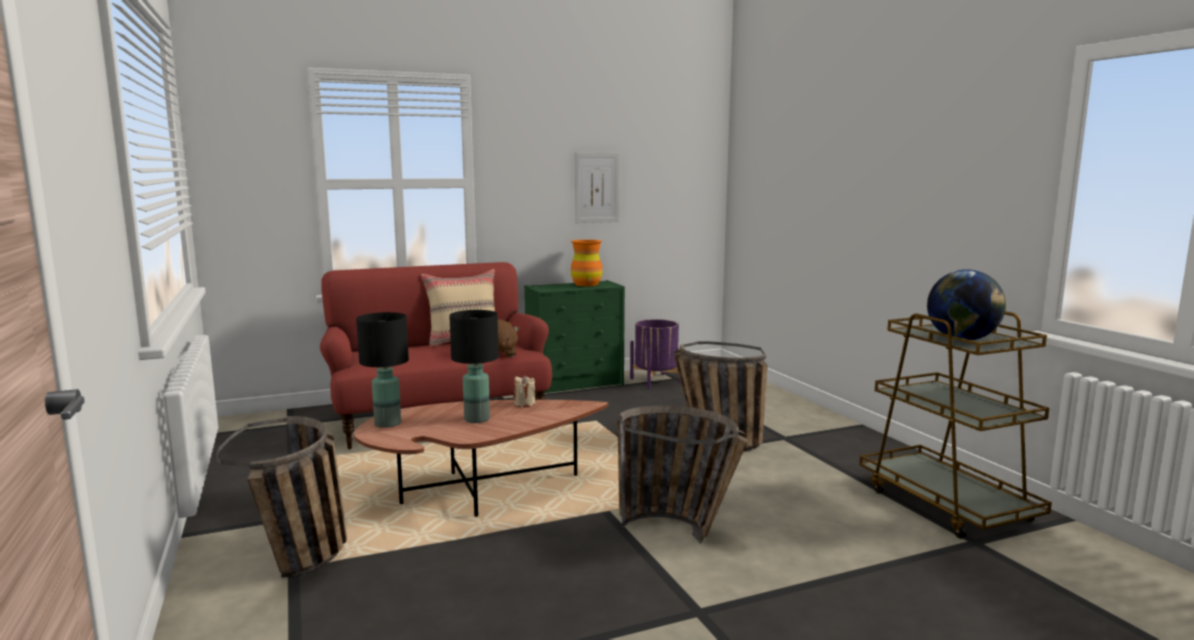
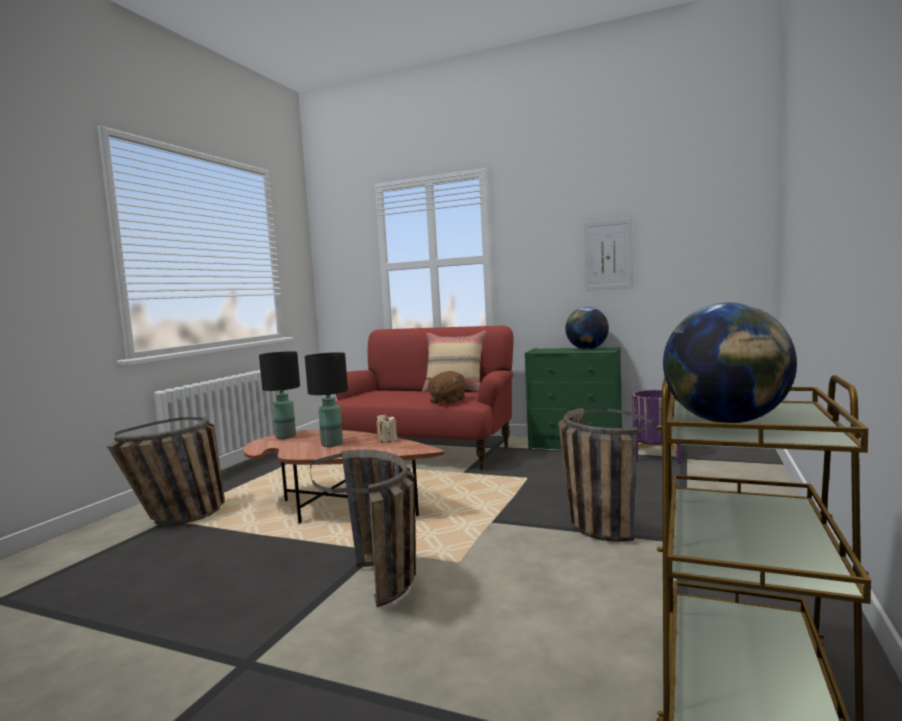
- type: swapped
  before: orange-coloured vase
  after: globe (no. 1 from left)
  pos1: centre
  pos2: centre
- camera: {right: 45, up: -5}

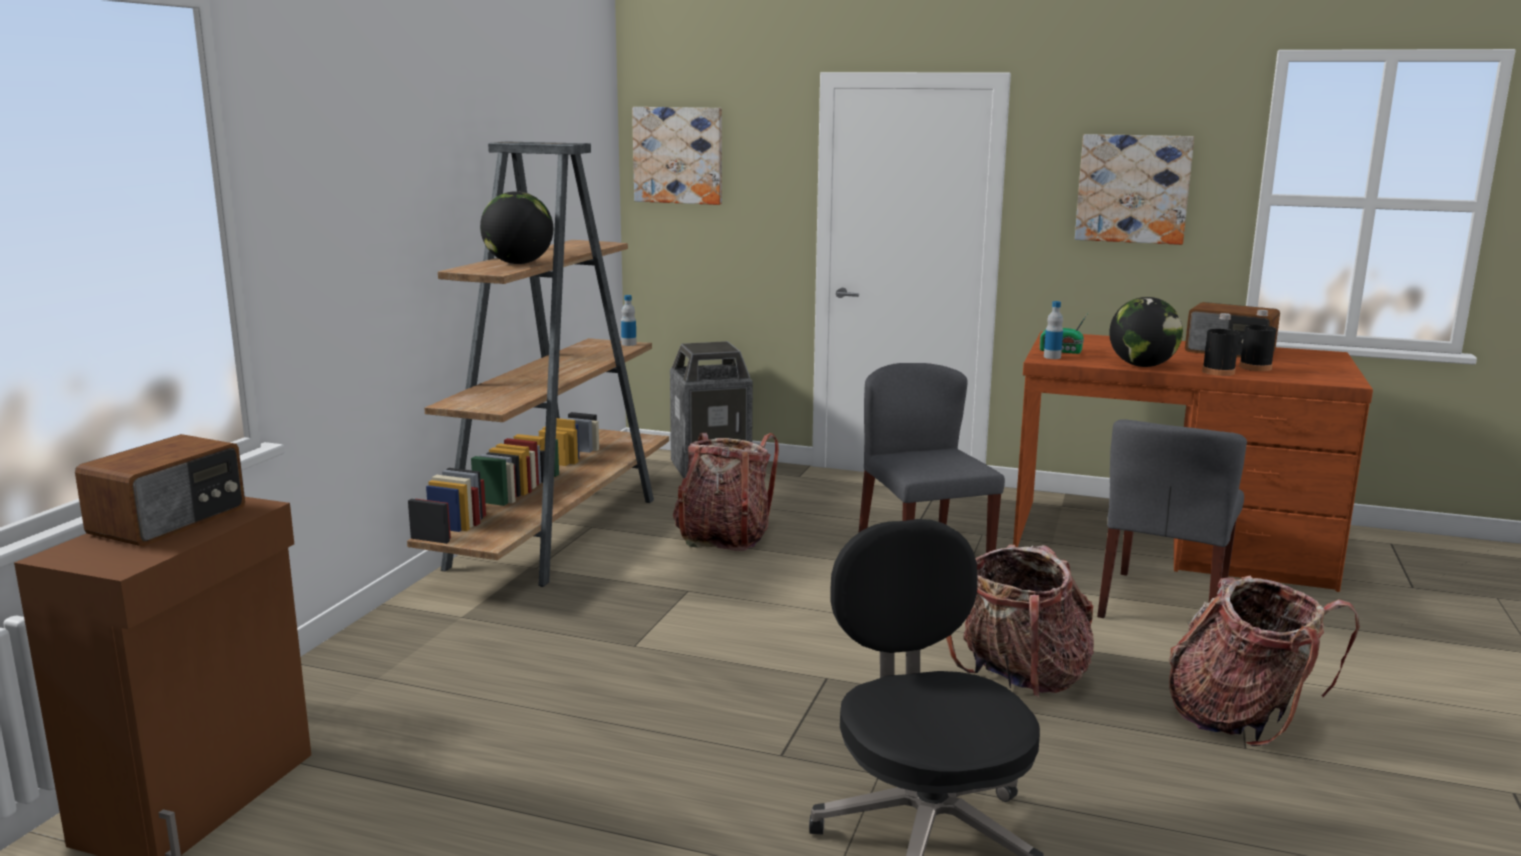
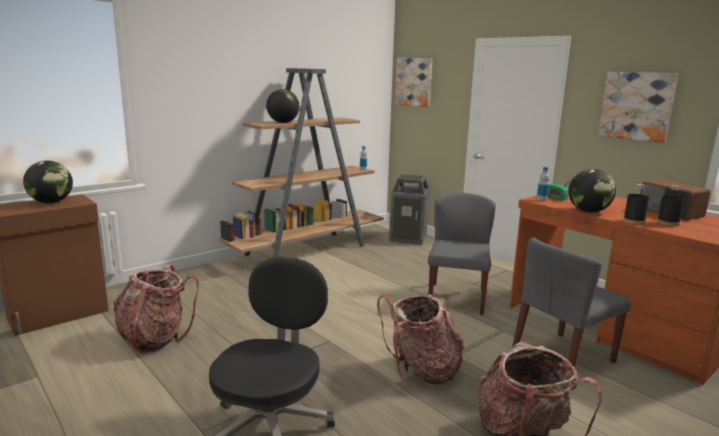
- type: swapped
  before: radio set (no. 1 from left)
  after: globe (no. 1 from left)
  pos1: middle left
  pos2: middle left
- type: shifted
  before: knapsack (no. 1 from left)
  pos1: centre
  pos2: bottom left
- camera: {right: 30, up: 0}

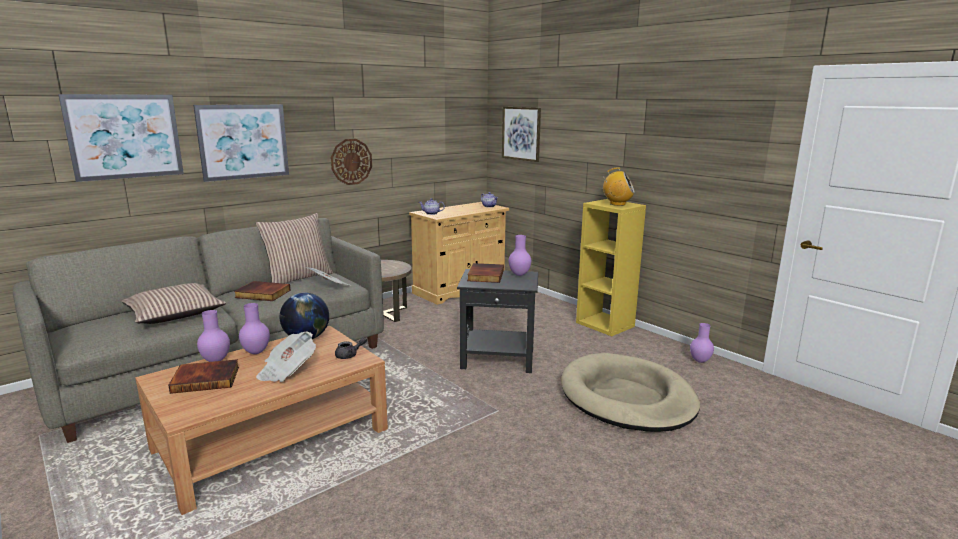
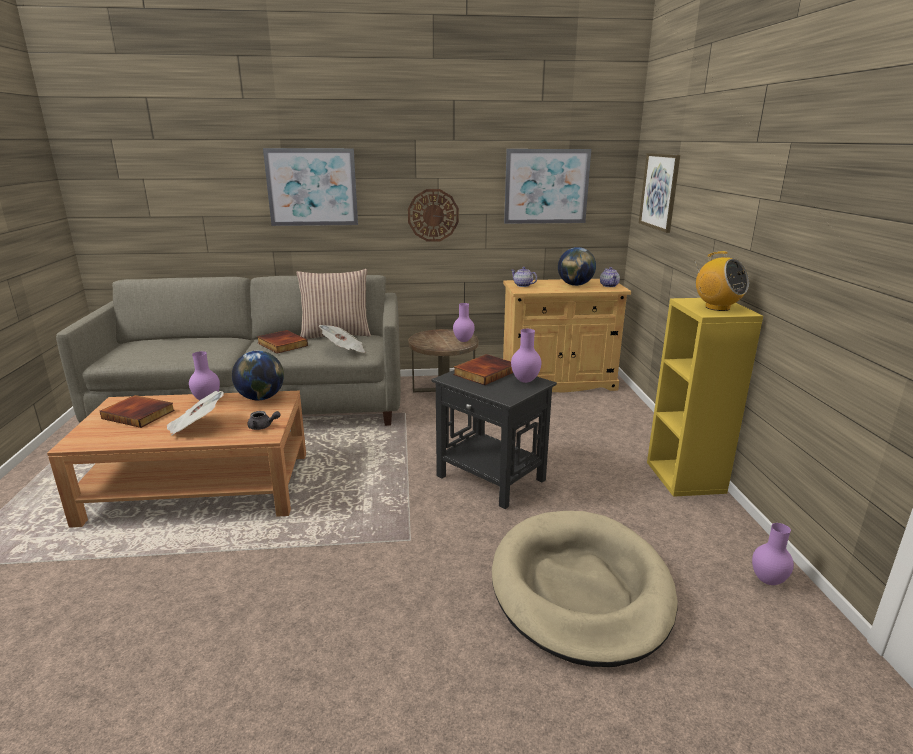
- type: shifted
  before: purplish vase (no. 1 from left in the first image)
  after: purplish vase (no. 2 from left)
  pos1: middle left
  pos2: centre
- type: shifted
  before: wall picture (no. 1 from left in the first image)
  after: wall picture (no. 2 from left)
  pos1: top left
  pos2: top centre
- type: new
  after: globe (no. 2 from left)
  pos2: centre
- type: gone
  before: throw pillow (no. 1 from left)
  pos1: middle left
- camera: {right: 35, up: 5}

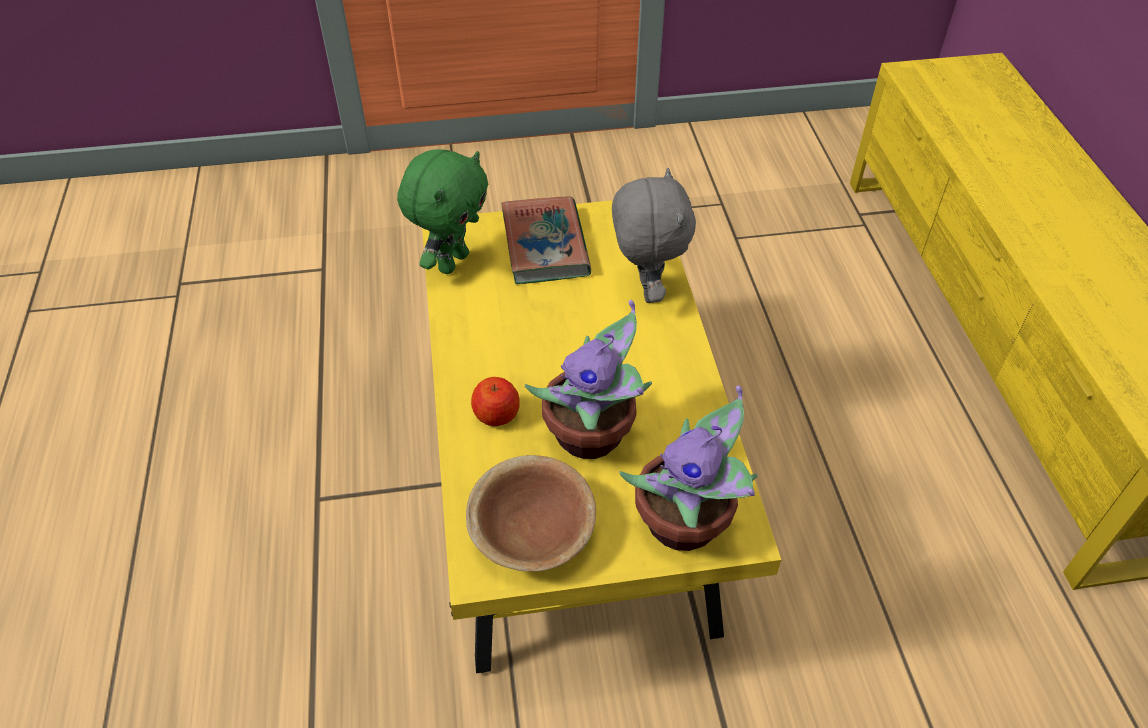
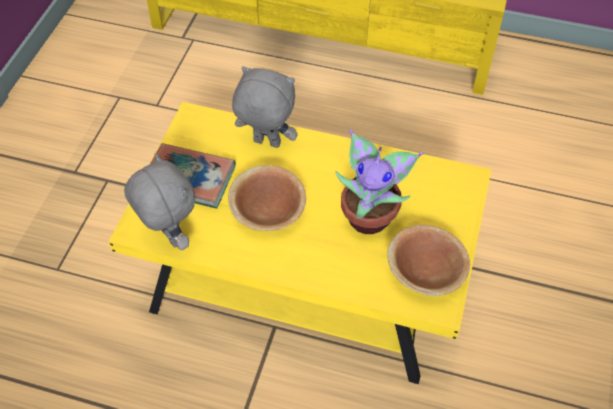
- type: repainted
  before: green-coloured cuddly toy
  after: greyish cuddly toy (no. 1 from left)
  pos1: top centre
  pos2: middle left
- type: new
  after: brownish deep dish (no. 1 from left)
  pos2: centre
- type: gone
  before: whole apple
  pos1: centre
- type: gone
  before: houseplant (no. 2 from left)
  pos1: centre
- camera: {right: -65, up: 5}

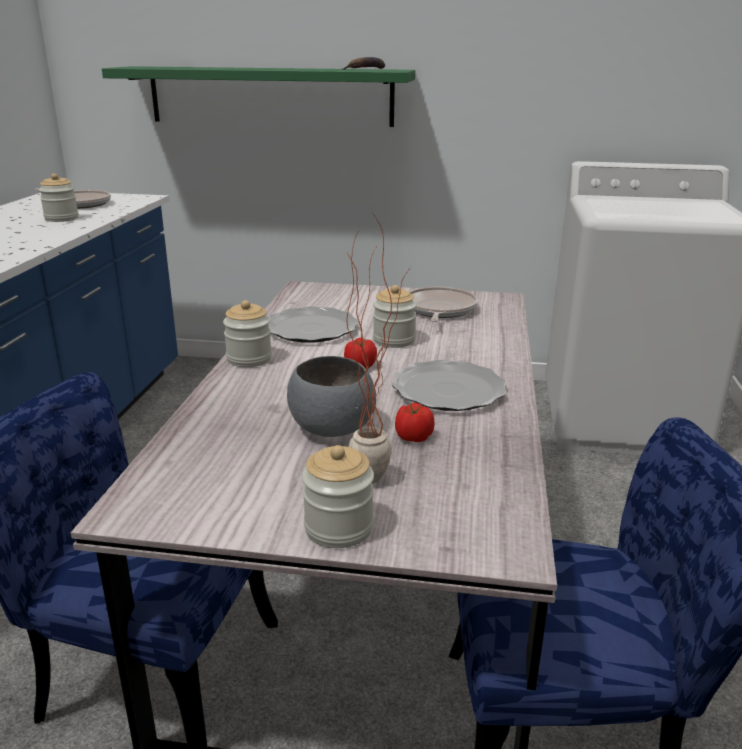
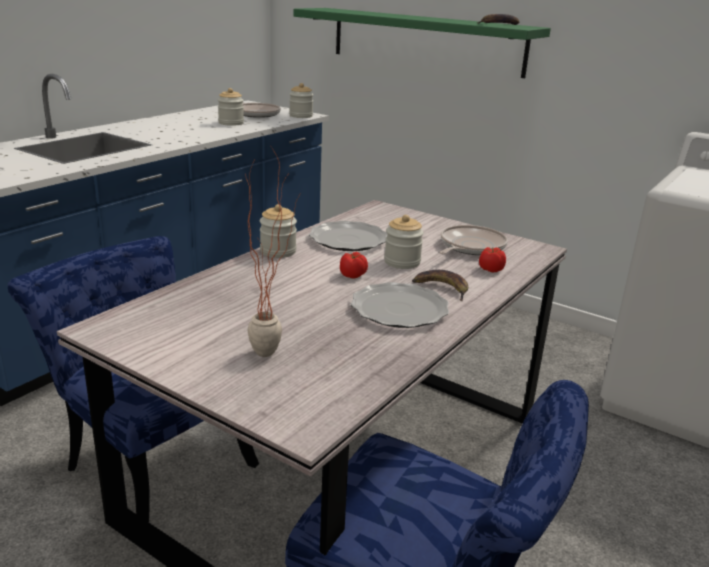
- type: shifted
  before: storage jar (no. 3 from left)
  pos1: centre
  pos2: top centre
- type: new
  after: banana fruit (no. 1 from left)
  pos2: centre
- type: shifted
  before: fresh tomato (no. 2 from left)
  pos1: centre
  pos2: middle right
- type: gone
  before: greyish deep dish
  pos1: centre
- camera: {right: 25, up: 0}

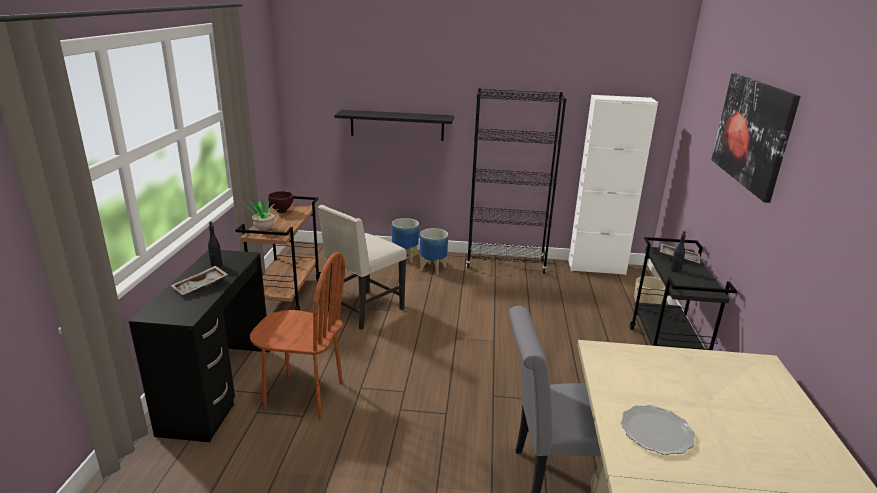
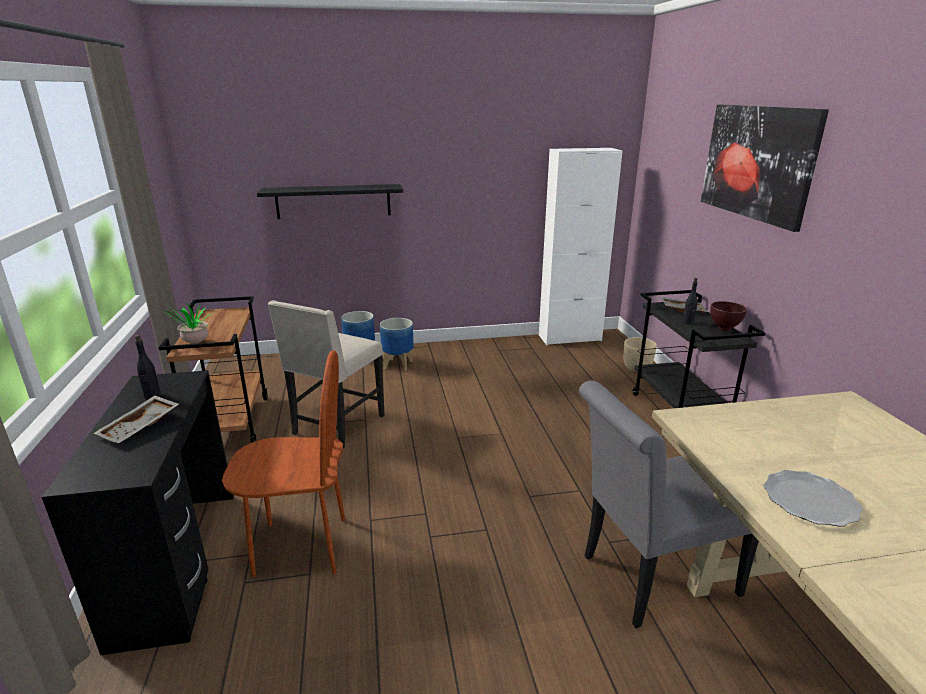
- type: shifted
  before: brownish deep dish
  pos1: middle left
  pos2: middle right
- type: gone
  before: black-coloured bookcase
  pos1: centre
- camera: {right: -15, up: 0}

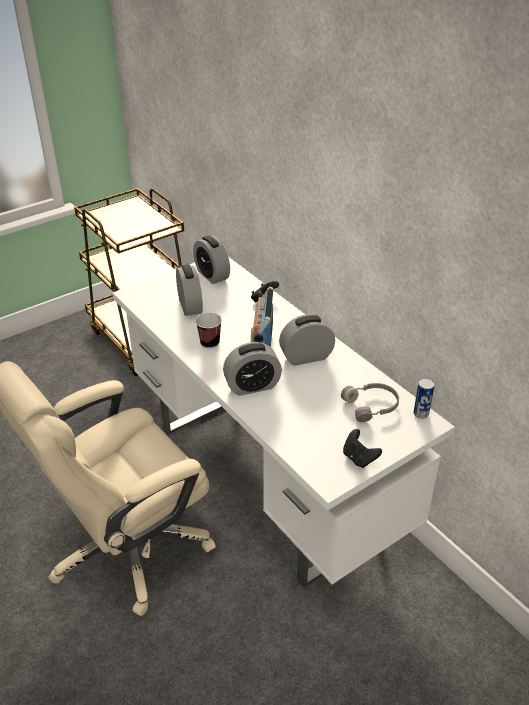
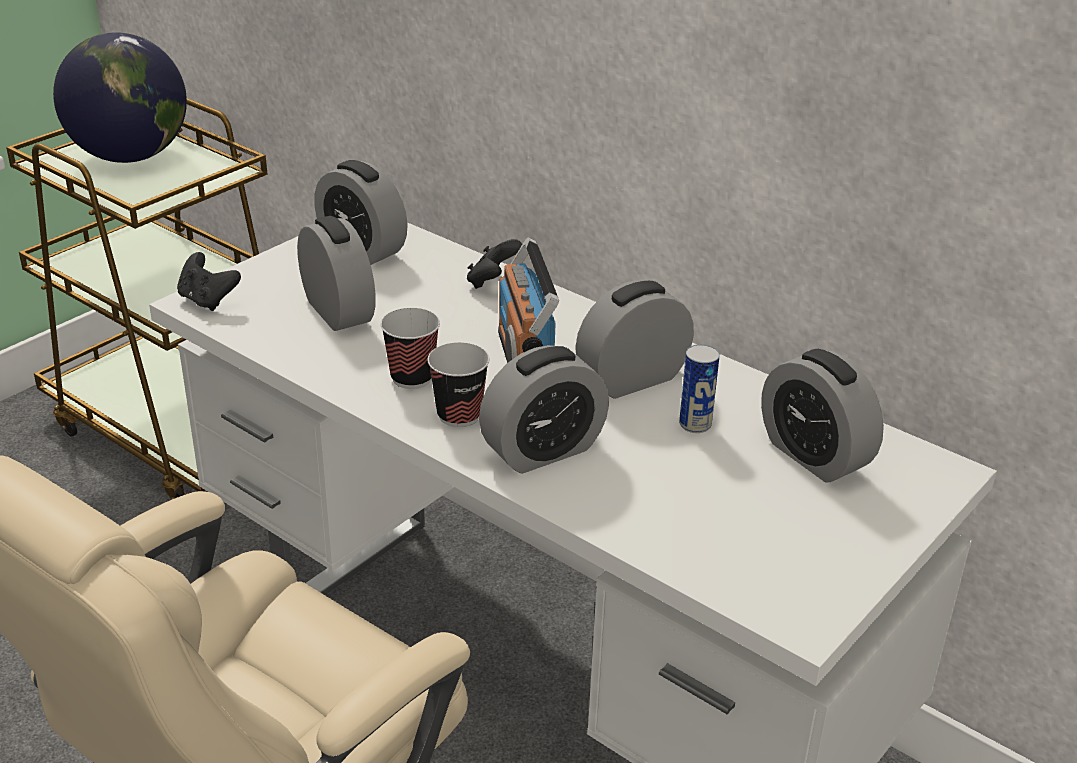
- type: new
  after: globe
  pos2: top left
- type: shifted
  before: black-coloured joypad (no. 2 from left in the first image)
  after: black-coloured joypad (no. 1 from left)
  pos1: middle right
  pos2: middle left
- type: new
  after: drinking cup (no. 2 from left)
  pos2: centre
- type: shifted
  before: can
  pos1: middle right
  pos2: centre
- type: swapped
  before: greyish headset
  after: bedside clock (no. 5 from left)
  pos1: middle right
  pos2: middle right
- camera: {right: -15, up: -5}

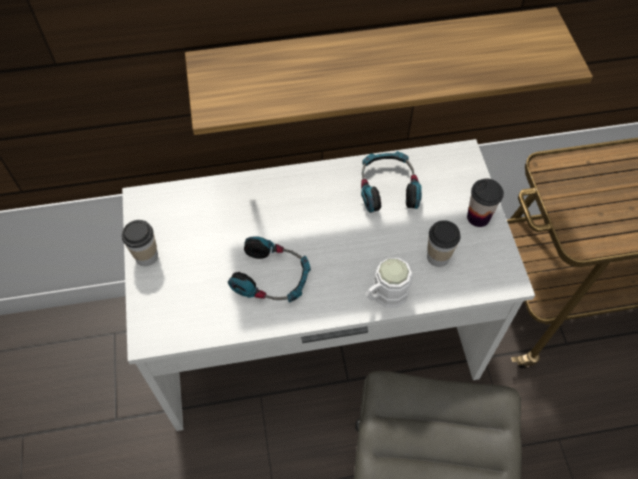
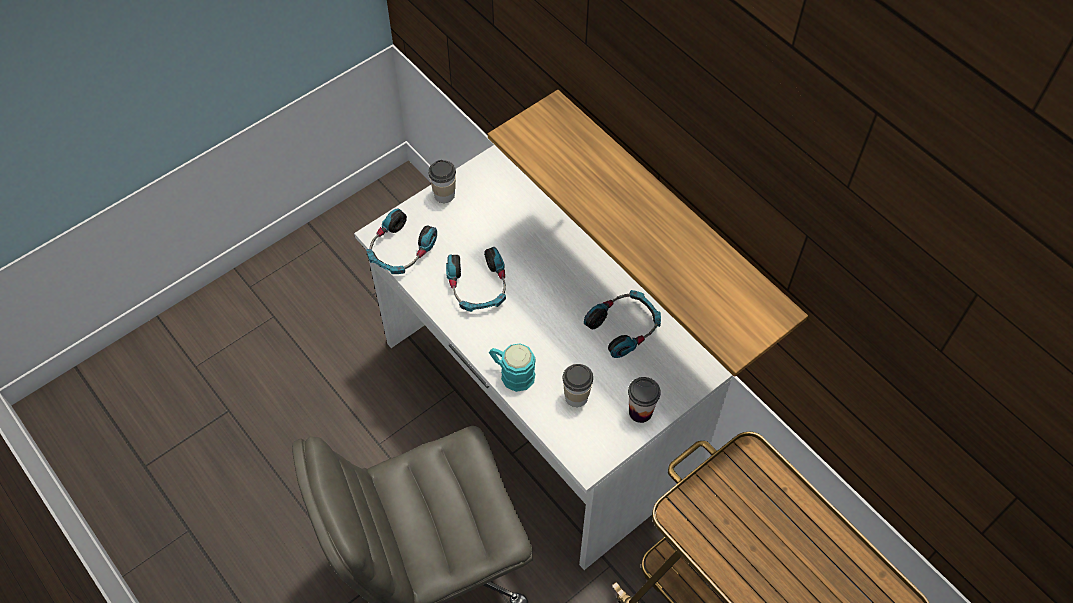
- type: new
  after: headset (no. 1 from left)
  pos2: centre
- type: repainted
  before: white-coloured mug
  after: blue-green mug
  pos1: centre
  pos2: centre
- camera: {right: 60, up: 0}

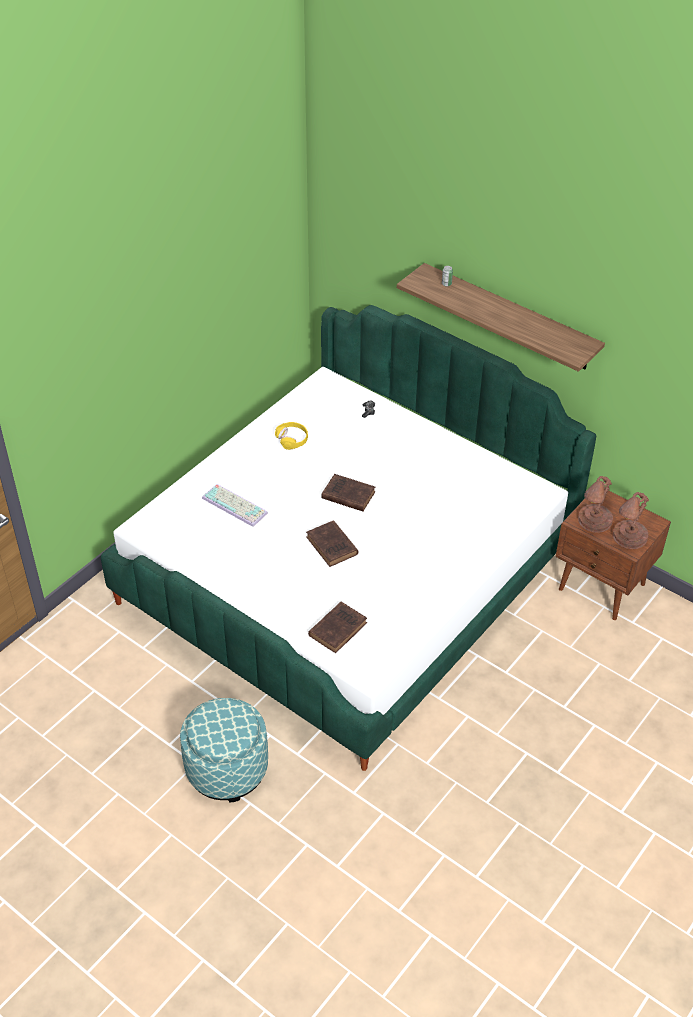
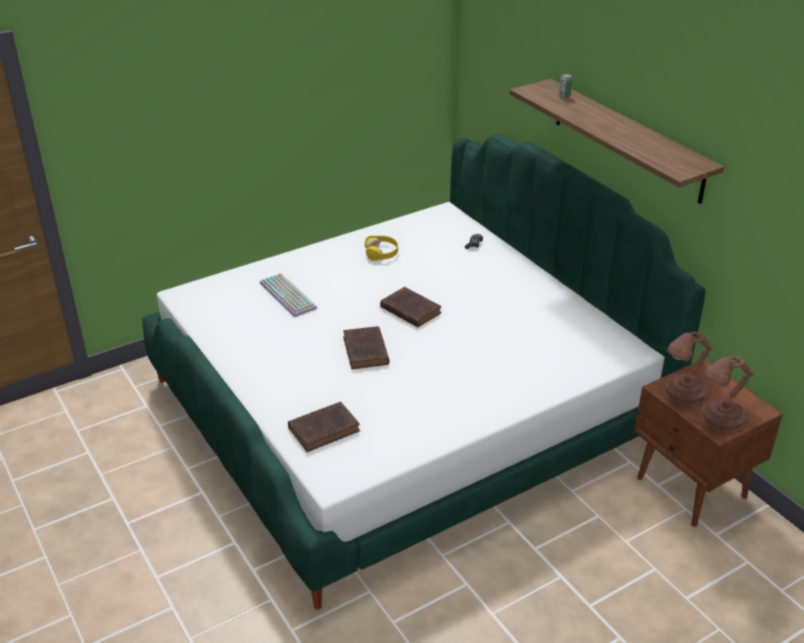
- type: gone
  before: ottoman
  pos1: bottom left
- camera: {right: 20, up: -10}

